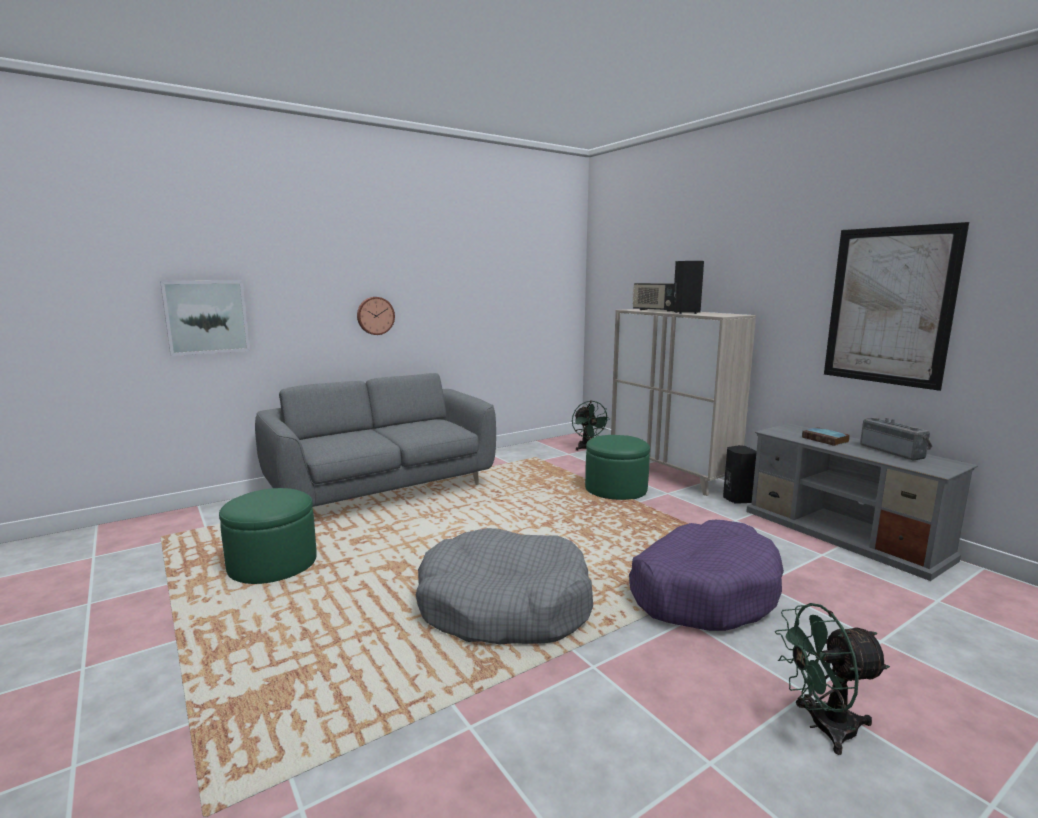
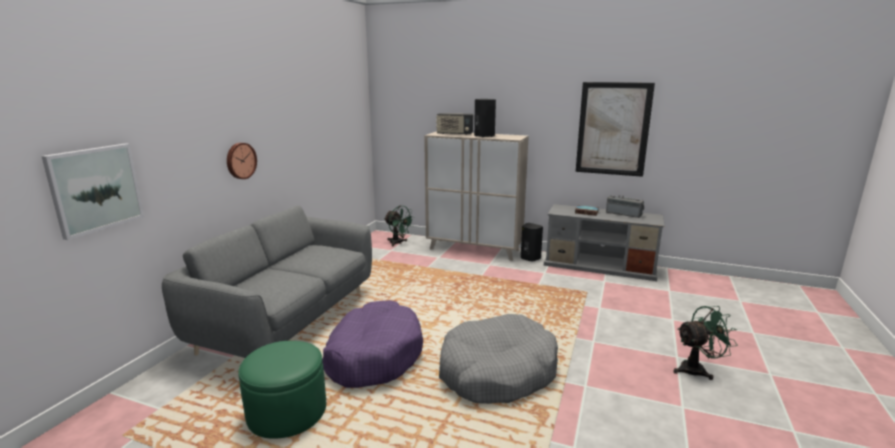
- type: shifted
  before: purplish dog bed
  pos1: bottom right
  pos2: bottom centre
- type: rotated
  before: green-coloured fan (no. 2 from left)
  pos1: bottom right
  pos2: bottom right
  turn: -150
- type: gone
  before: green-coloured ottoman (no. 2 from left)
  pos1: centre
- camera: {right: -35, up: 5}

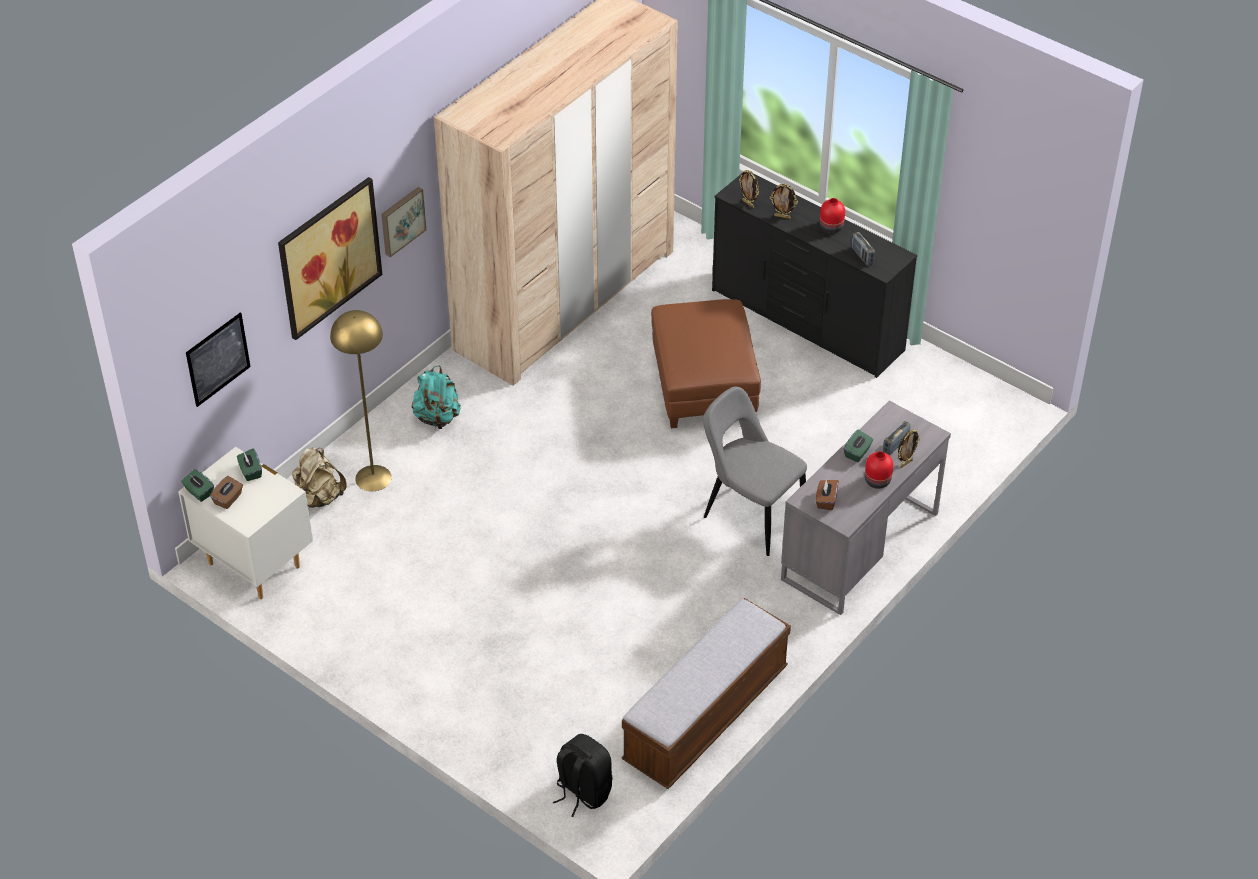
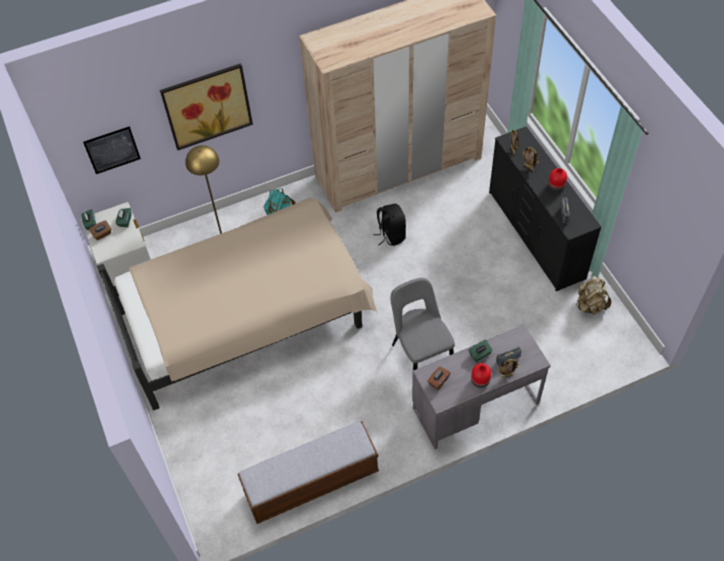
- type: new
  after: beige bed
  pos2: middle left
- type: shifted
  before: black-coloured knapsack
  pos1: bottom centre
  pos2: centre
- type: shifted
  before: beige knapsack
  pos1: middle left
  pos2: middle right
- type: gone
  before: wall picture (no. 3 from left)
  pos1: top left
- type: gone
  before: brownish ottoman
  pos1: centre
- camera: {right: 30, up: 10}

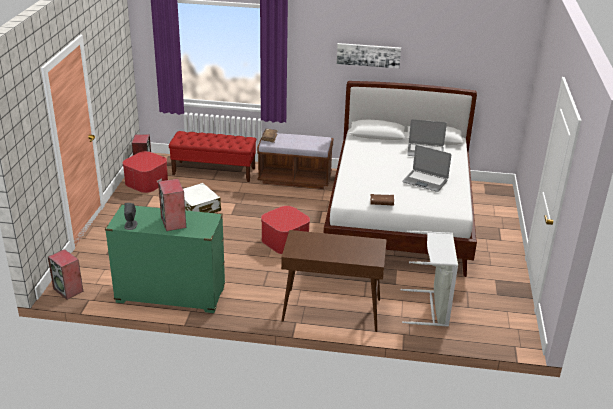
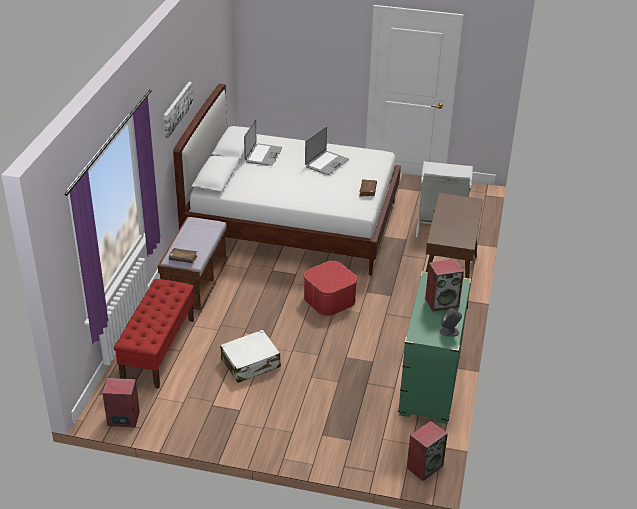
- type: gone
  before: ottoman (no. 1 from left)
  pos1: middle left
- camera: {right: -85, up: 5}

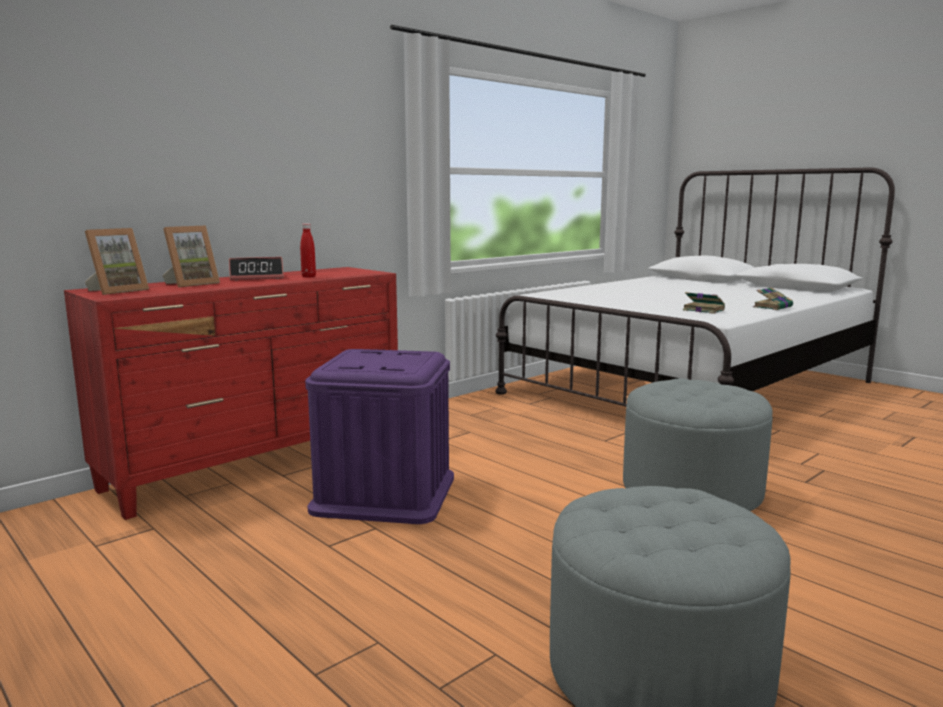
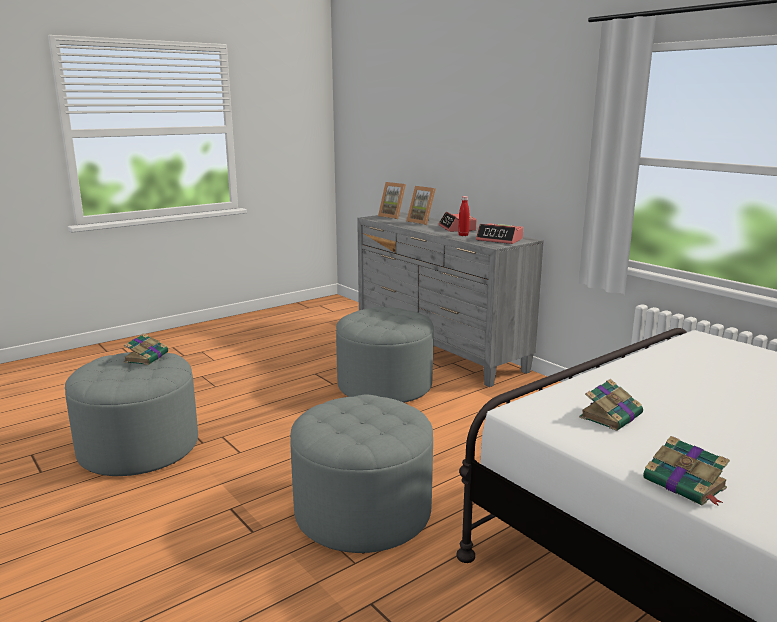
- type: new
  after: bound book (no. 1 from left)
  pos2: middle left
- type: swapped
  before: purplish storage box
  after: greyish ottoman (no. 3 from left)
  pos1: centre
  pos2: centre
- type: repainted
  before: red-coloured chest of drawers
  after: greyish chest of drawers
  pos1: middle left
  pos2: centre
- type: new
  after: bedside clock (no. 2 from left)
  pos2: centre
- camera: {right: 95, up: 5}

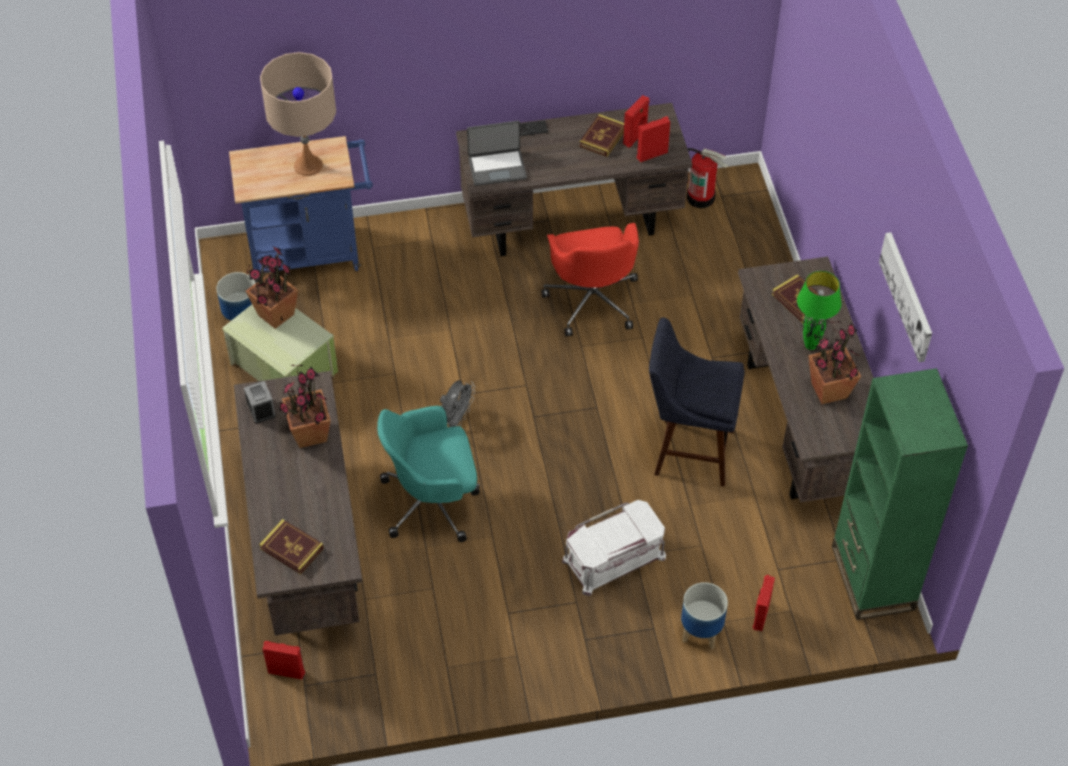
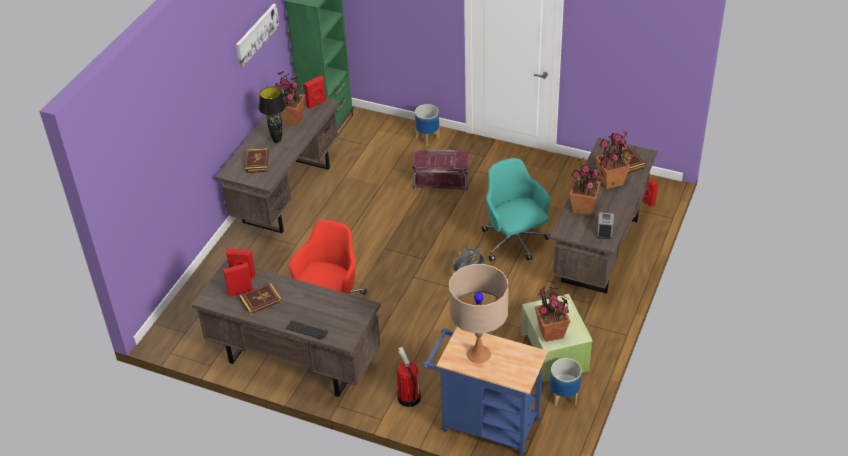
- type: repainted
  before: green-coloured table lamp
  after: black-coloured table lamp
  pos1: middle right
  pos2: top left
- type: shifted
  before: red-coloured audio speaker (no. 4 from left in the first image)
  after: red-coloured audio speaker (no. 3 from left)
  pos1: bottom right
  pos2: top centre
- type: shifted
  before: fire extinguisher
  pos1: top centre
  pos2: bottom centre
- type: repainted
  before: white-coloured storage box
  after: red-coloured storage box
  pos1: bottom centre
  pos2: centre
- type: rotated
  before: blue-green office chair
  pos1: centre
  pos2: centre
  turn: -135
- type: new
  after: houseplant (no. 4 from left)
  pos2: middle right
- type: gone
  before: laptop
  pos1: top centre
- type: gone
  before: blue-coloured stool seat
  pos1: centre
- camera: {right: -145, up: -10}

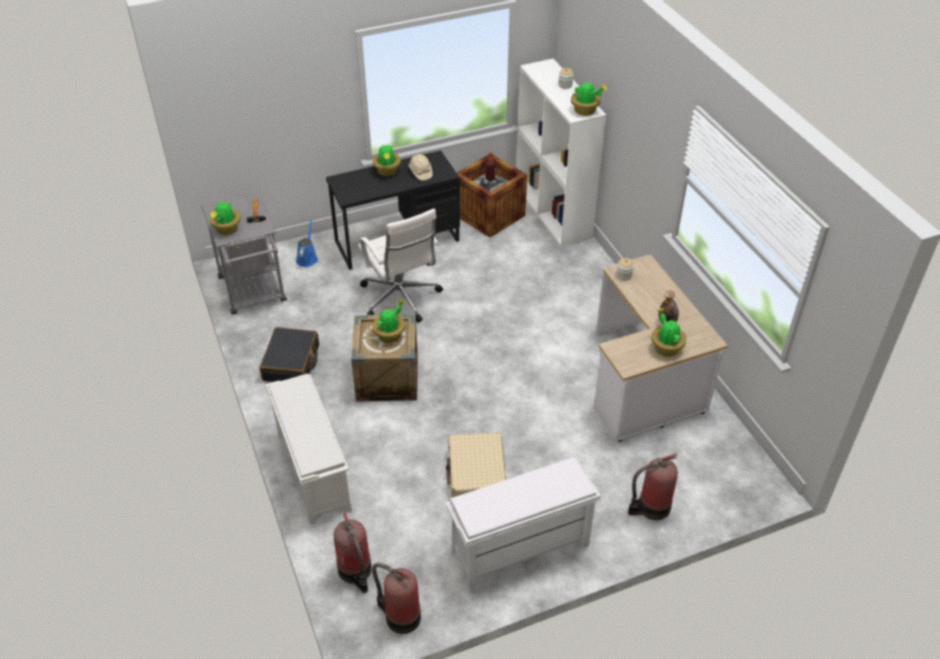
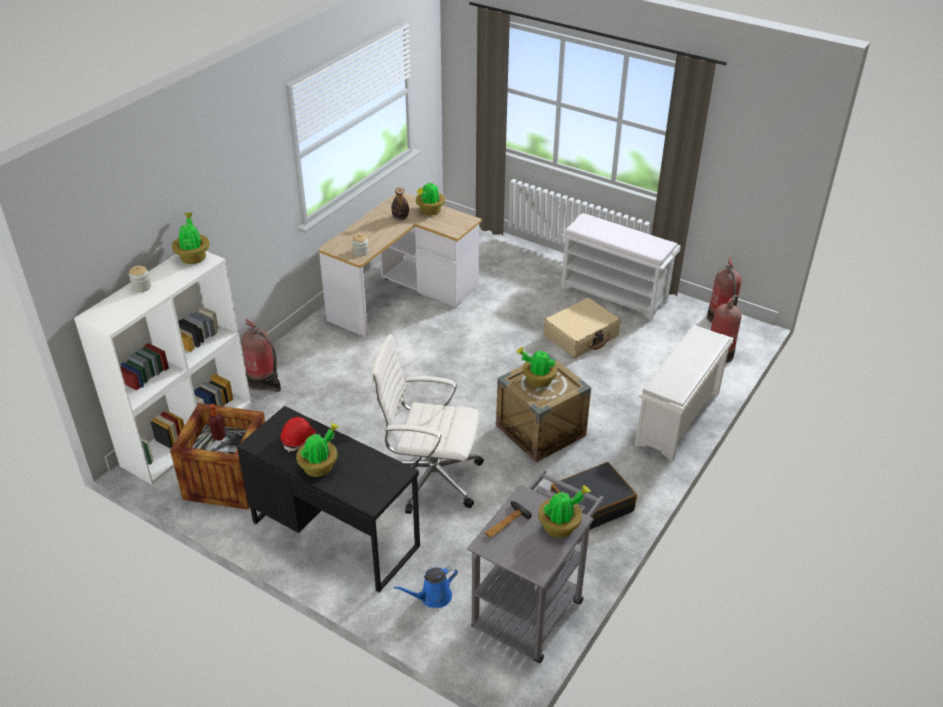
- type: shifted
  before: fire extinguisher (no. 3 from left in the first image)
  after: fire extinguisher (no. 1 from left)
  pos1: bottom right
  pos2: middle left
- type: repainted
  before: beige hard hat
  after: red-coloured hard hat
  pos1: top centre
  pos2: middle left
- type: rotated
  before: white-coloured office chair
  pos1: centre
  pos2: centre
  turn: -105
- camera: {right: -125, up: -5}

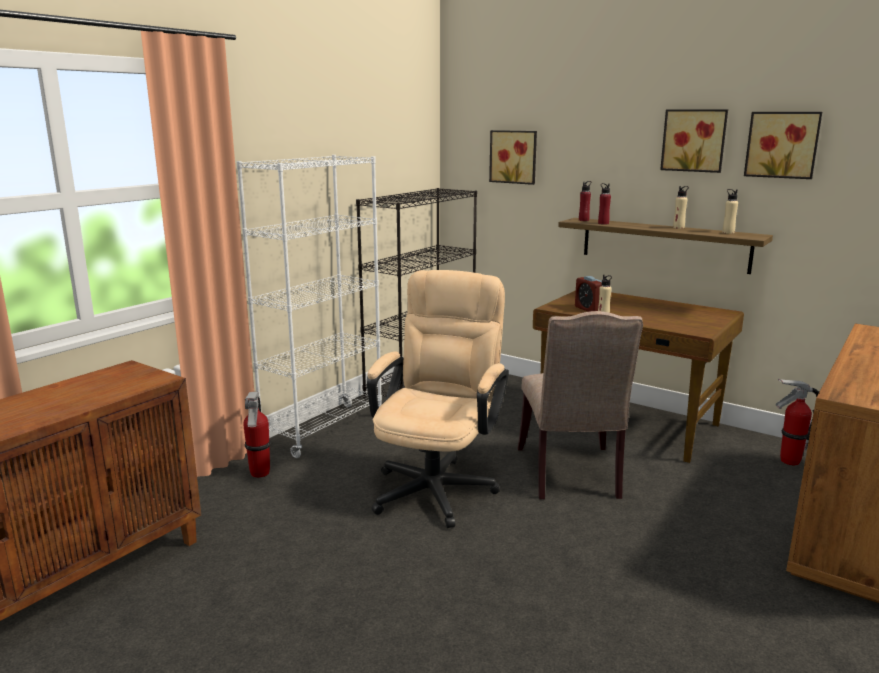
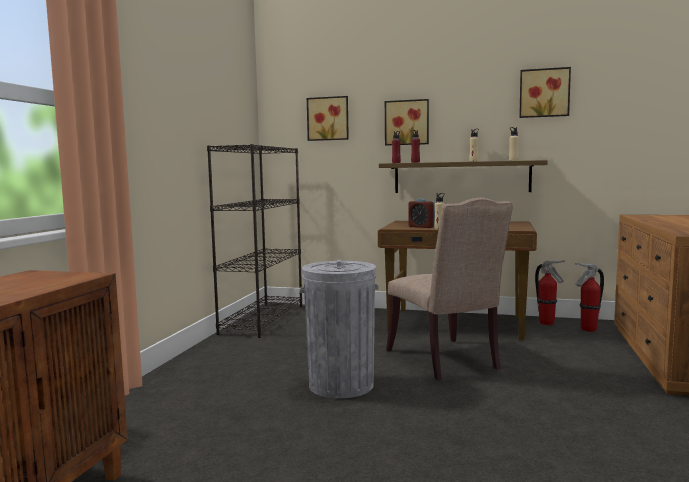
- type: swapped
  before: beige office chair
  after: greyish trash can
  pos1: centre
  pos2: bottom centre
- type: shifted
  before: wall picture (no. 2 from left)
  pos1: top right
  pos2: top centre
- type: shifted
  before: fire extinguisher (no. 1 from left)
  pos1: middle left
  pos2: middle right
- type: gone
  before: white-coloured bookcase
  pos1: centre
- camera: {right: -20, up: -10}

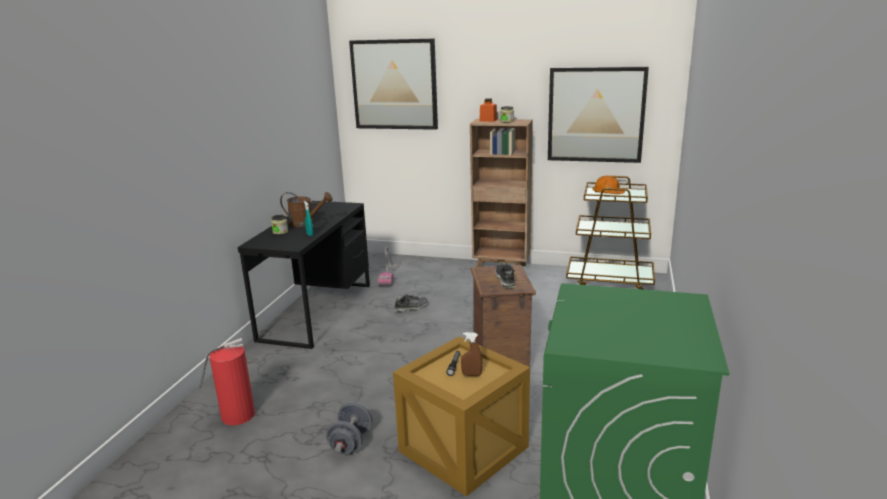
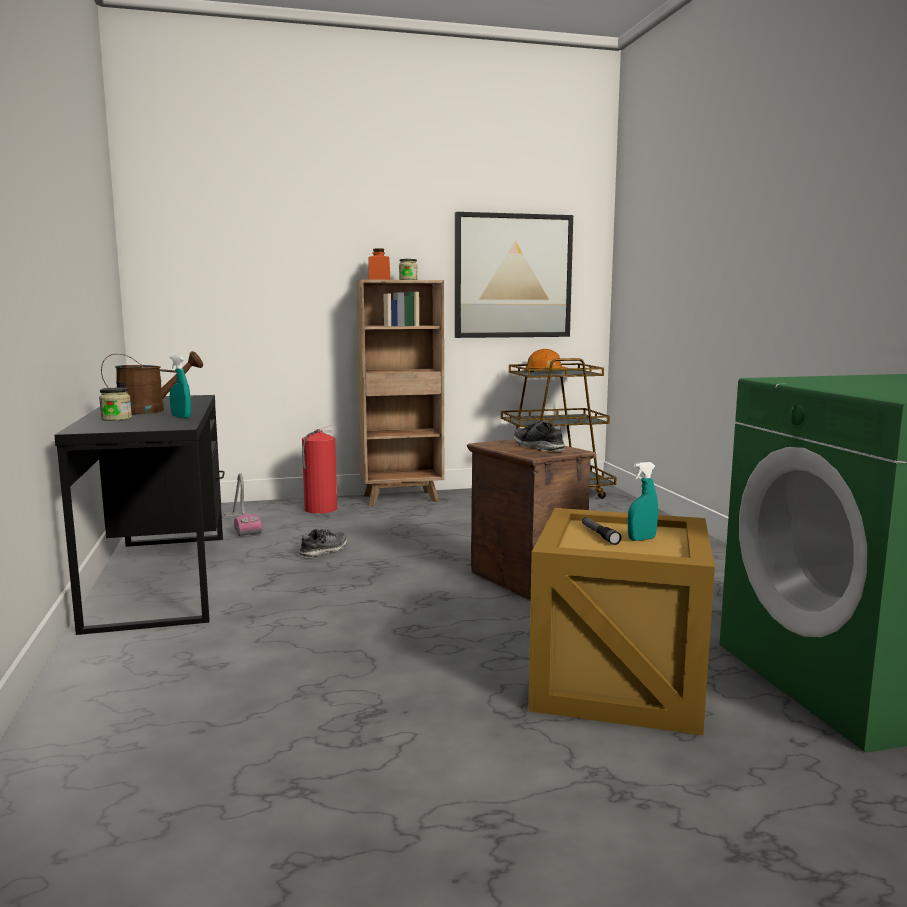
- type: shifted
  before: fire extinguisher
  pos1: bottom left
  pos2: centre
- type: repainted
  before: brownish sprayer
  after: blue-green sprayer (no. 2 from left)
  pos1: bottom centre
  pos2: middle right
- type: gone
  before: greyish free weight
  pos1: bottom centre
- type: gone
  before: wall picture (no. 1 from left)
  pos1: top centre
- camera: {right: -30, up: -10}

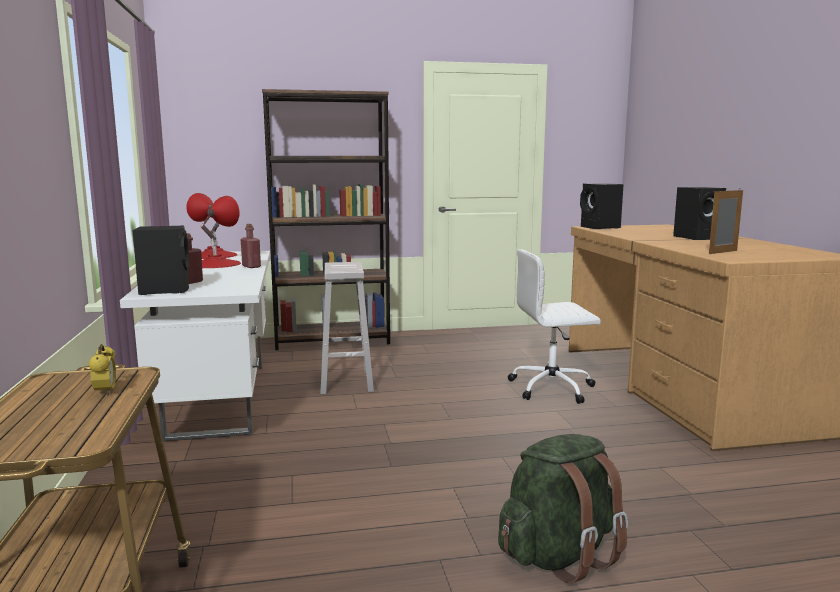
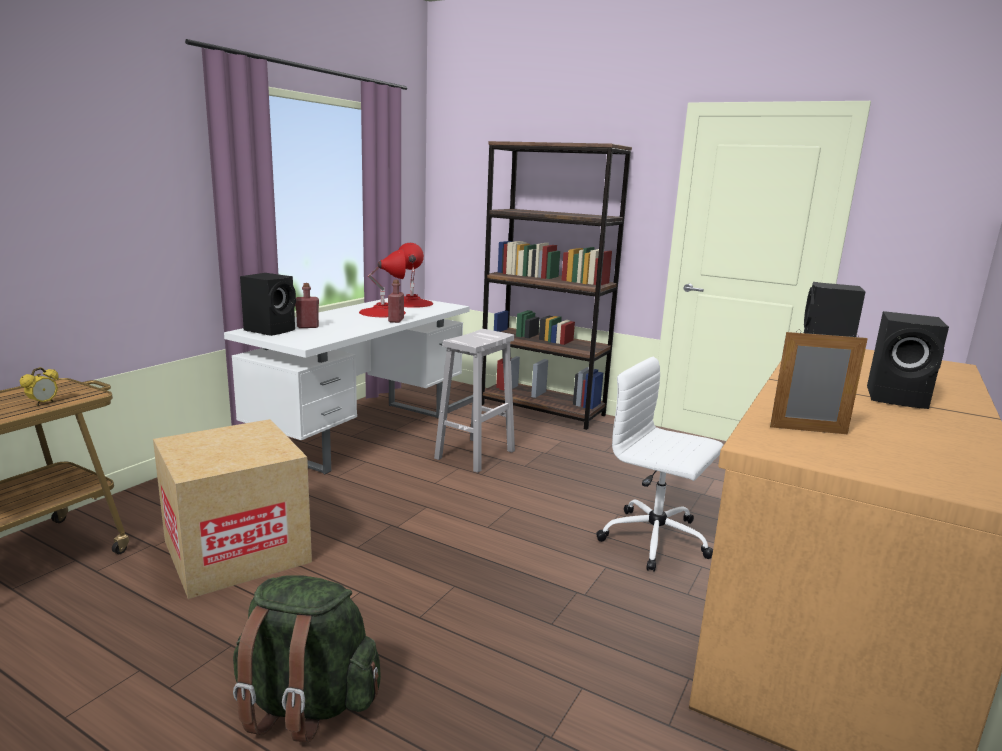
- type: new
  after: cardboard box
  pos2: bottom left
- camera: {right: 40, up: 5}

